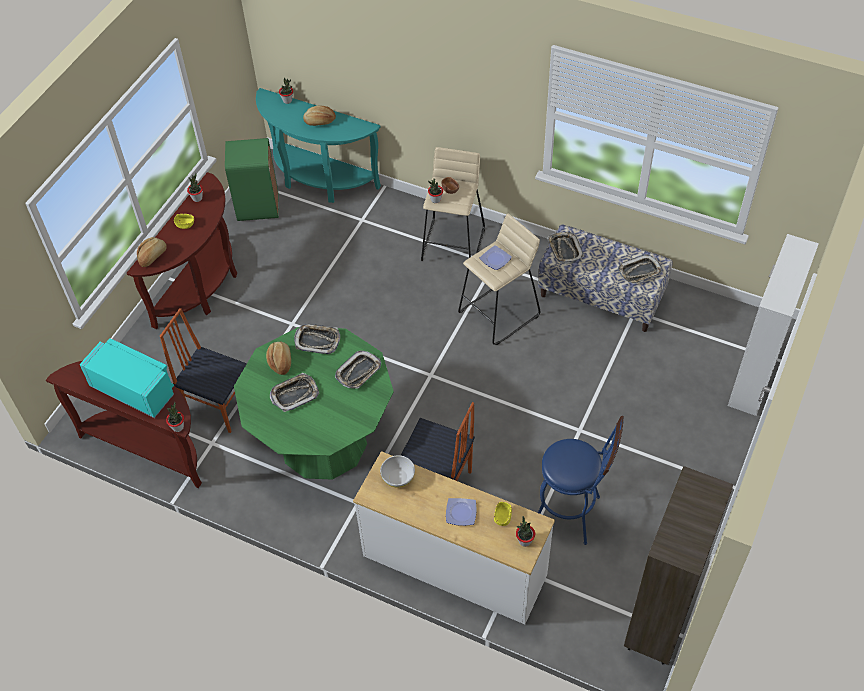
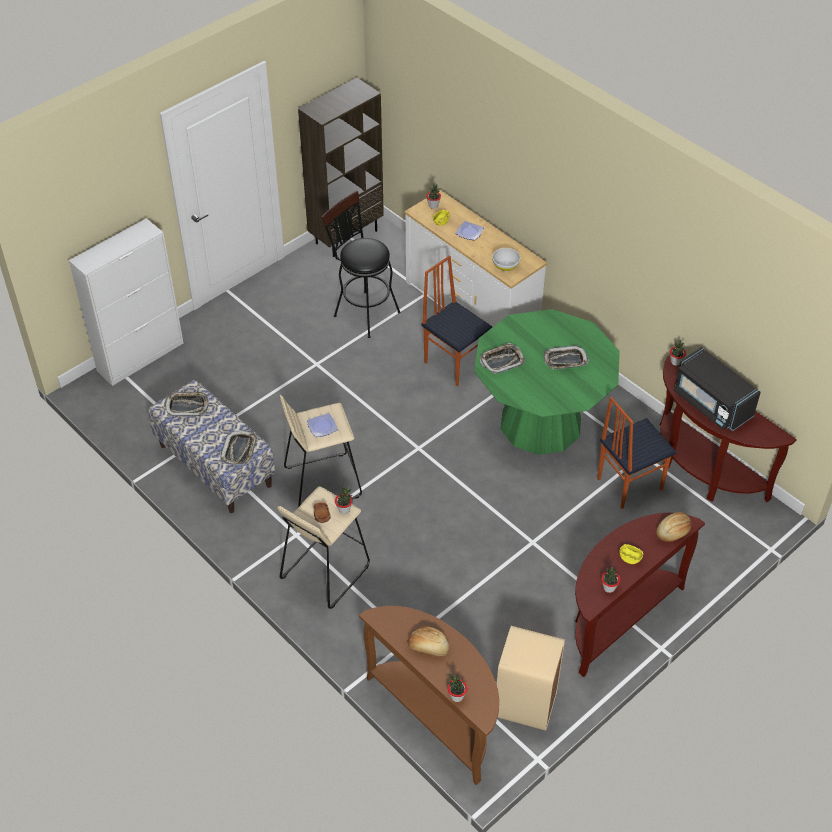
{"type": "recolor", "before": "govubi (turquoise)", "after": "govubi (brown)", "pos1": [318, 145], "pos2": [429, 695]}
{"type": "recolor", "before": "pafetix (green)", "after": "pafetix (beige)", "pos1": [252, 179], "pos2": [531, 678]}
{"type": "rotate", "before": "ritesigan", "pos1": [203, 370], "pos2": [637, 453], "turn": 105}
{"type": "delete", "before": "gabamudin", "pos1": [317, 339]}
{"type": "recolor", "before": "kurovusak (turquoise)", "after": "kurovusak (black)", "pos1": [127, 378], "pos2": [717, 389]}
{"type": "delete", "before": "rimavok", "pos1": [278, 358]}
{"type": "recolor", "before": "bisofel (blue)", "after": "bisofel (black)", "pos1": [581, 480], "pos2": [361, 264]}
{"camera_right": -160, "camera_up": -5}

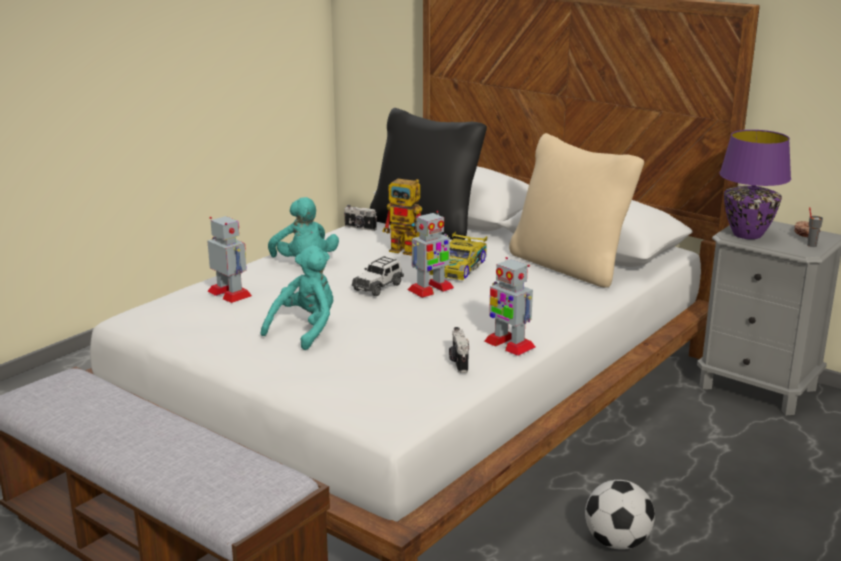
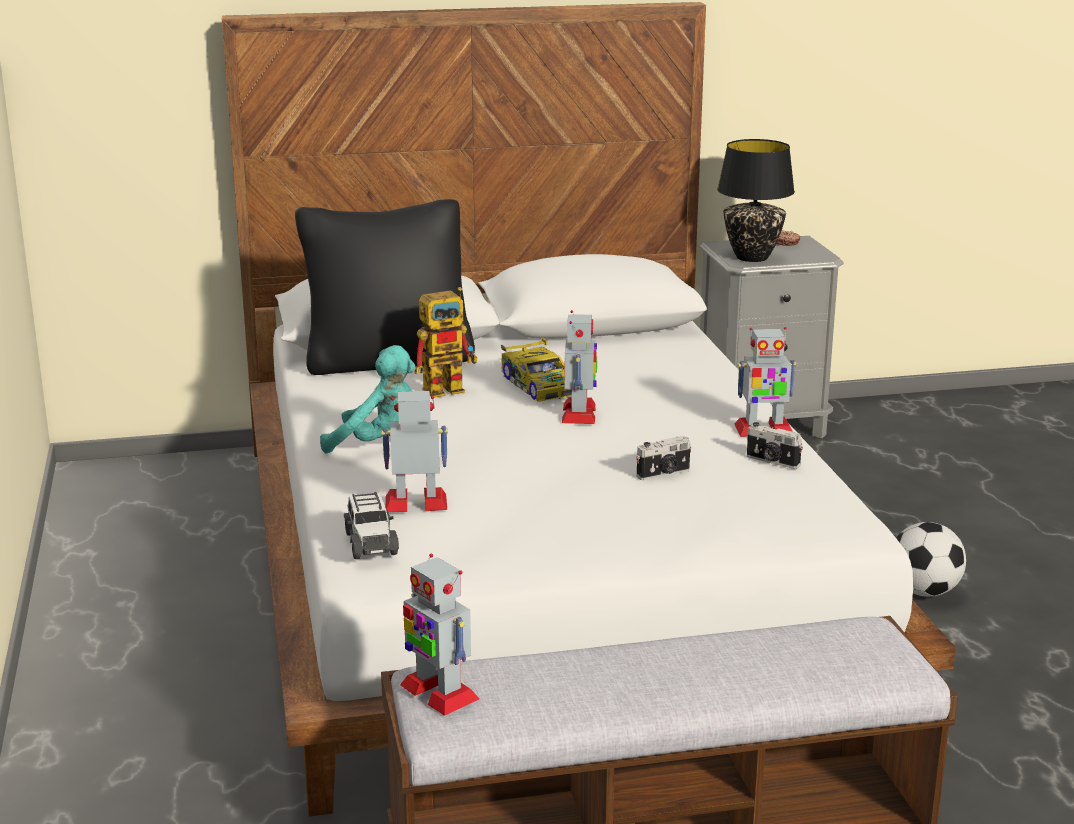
{"type": "recolor", "before": "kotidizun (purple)", "after": "kotidizun (black)", "pos1": [755, 184], "pos2": [756, 200]}
{"type": "delete", "before": "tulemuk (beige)", "pos1": [576, 210]}
{"type": "move", "before": "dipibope", "pos1": [360, 218], "pos2": [663, 458]}
{"type": "delete", "before": "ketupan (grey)", "pos1": [815, 227]}
{"type": "delete", "before": "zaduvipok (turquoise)", "pos1": [297, 297]}
{"type": "move", "before": "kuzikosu", "pos1": [378, 276], "pos2": [371, 525]}
{"type": "insert", "after": "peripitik", "pos2": [440, 635]}
{"camera_right": -50, "camera_up": 0}

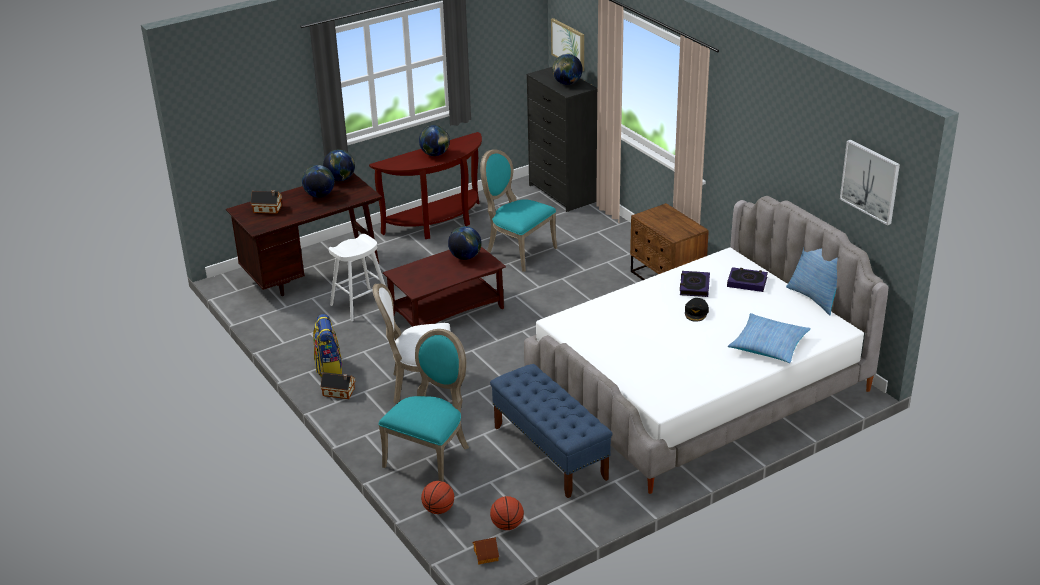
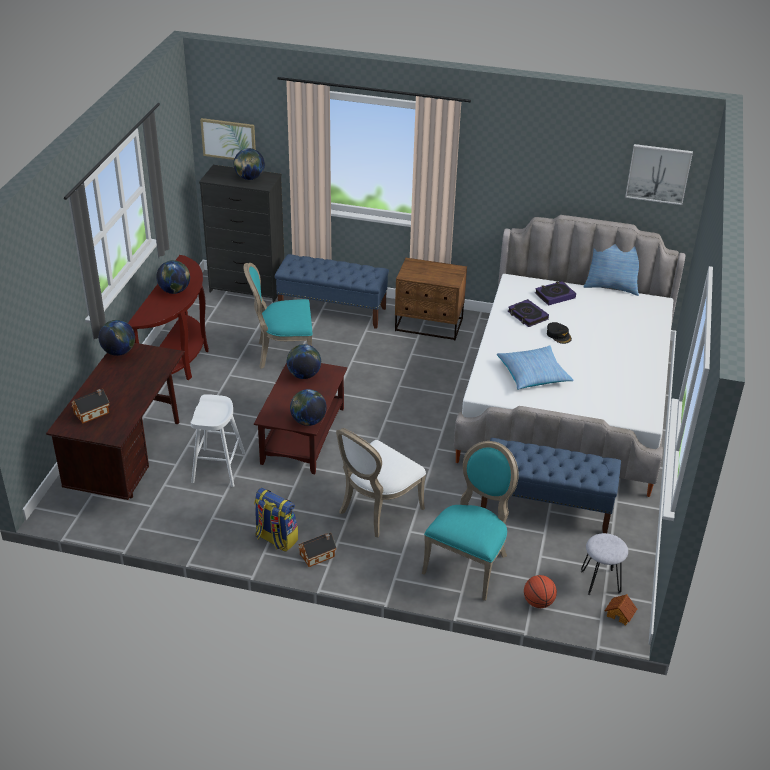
{"type": "move", "before": "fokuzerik", "pos1": [318, 181], "pos2": [308, 407]}
{"type": "move", "before": "tulemuk", "pos1": [769, 338], "pos2": [535, 368]}
{"type": "rotate", "before": "ritesigan (turquoise)", "pos1": [423, 405], "pos2": [470, 521], "turn": 45}
{"type": "replace", "before": "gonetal", "after": "bisofel (grey)", "pos1": [507, 513], "pos2": [604, 564]}
{"type": "insert", "after": "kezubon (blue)", "pos2": [332, 291]}
{"camera_right": -45, "camera_up": 5}

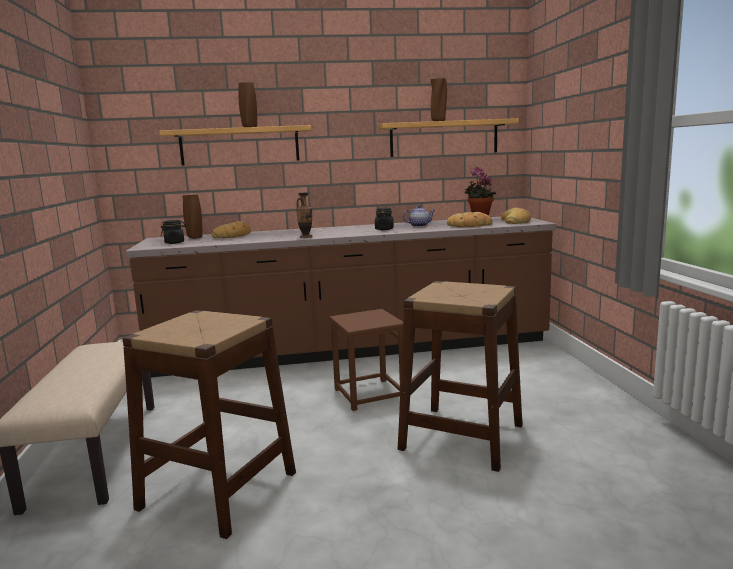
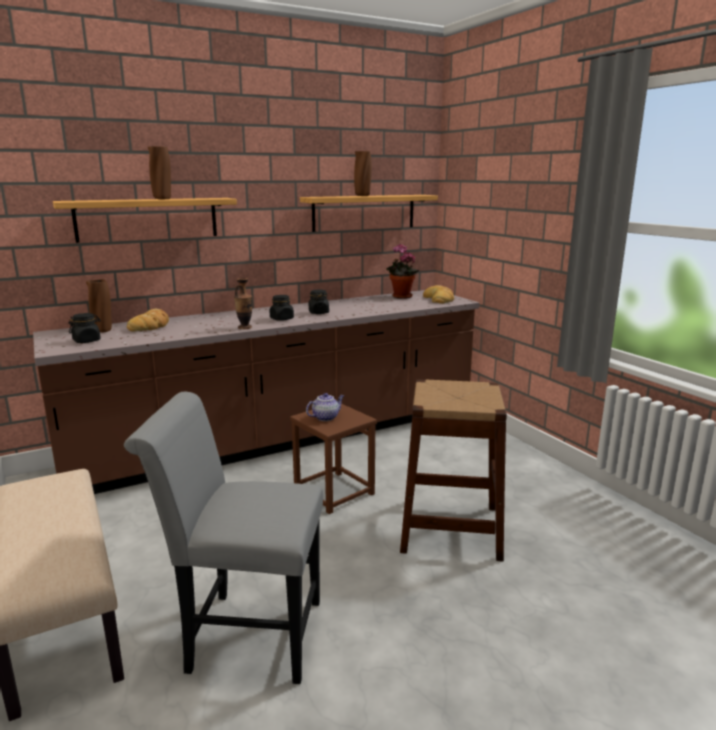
{"type": "move", "before": "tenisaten", "pos1": [419, 216], "pos2": [325, 407]}
{"type": "delete", "before": "rimavok", "pos1": [470, 219]}
{"type": "replace", "before": "bisofel (brown)", "after": "ritesigan (grey)", "pos1": [209, 424], "pos2": [223, 538]}
{"type": "insert", "after": "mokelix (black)", "pos2": [282, 308]}
{"camera_right": -20, "camera_up": 5}

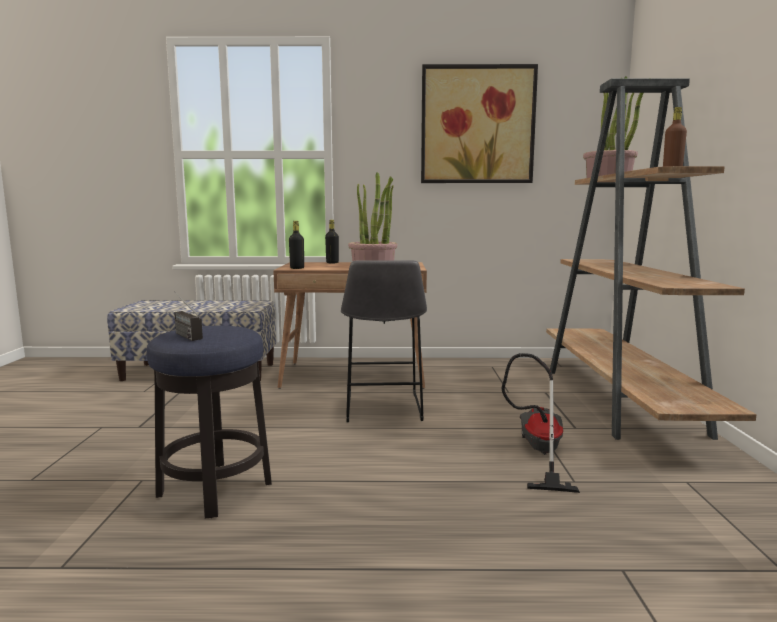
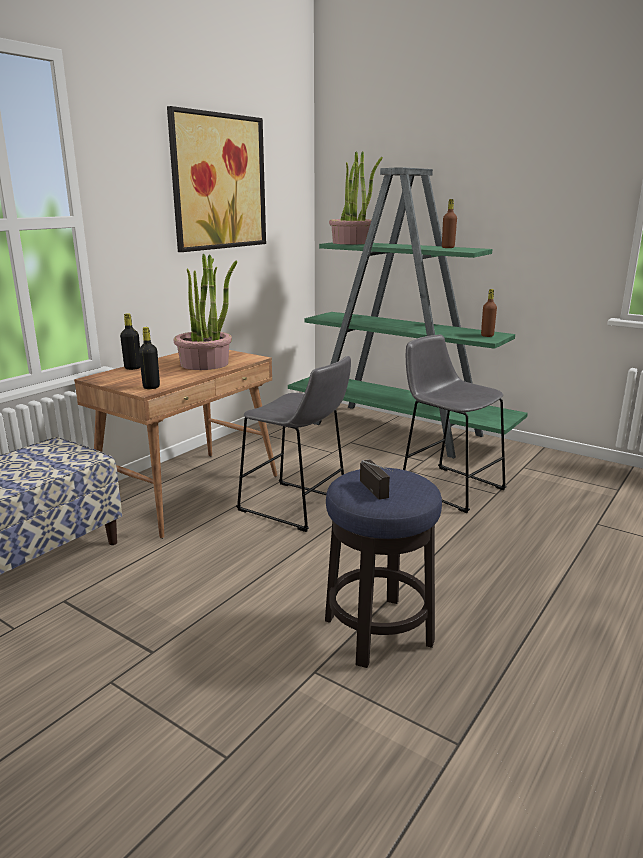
{"type": "recolor", "before": "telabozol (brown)", "after": "telabozol (green)", "pos1": [651, 259], "pos2": [408, 312]}
{"type": "rotate", "before": "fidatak", "pos1": [188, 318], "pos2": [376, 479], "turn": -105}
{"type": "replace", "before": "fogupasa", "after": "bisofel (grey)", "pos1": [541, 423], "pos2": [454, 424]}
{"type": "insert", "after": "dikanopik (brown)", "pos2": [489, 313]}
{"camera_right": -55, "camera_up": 10}

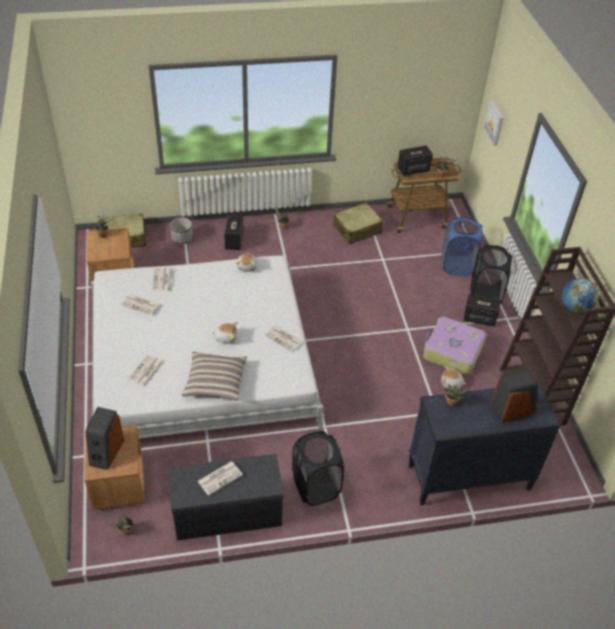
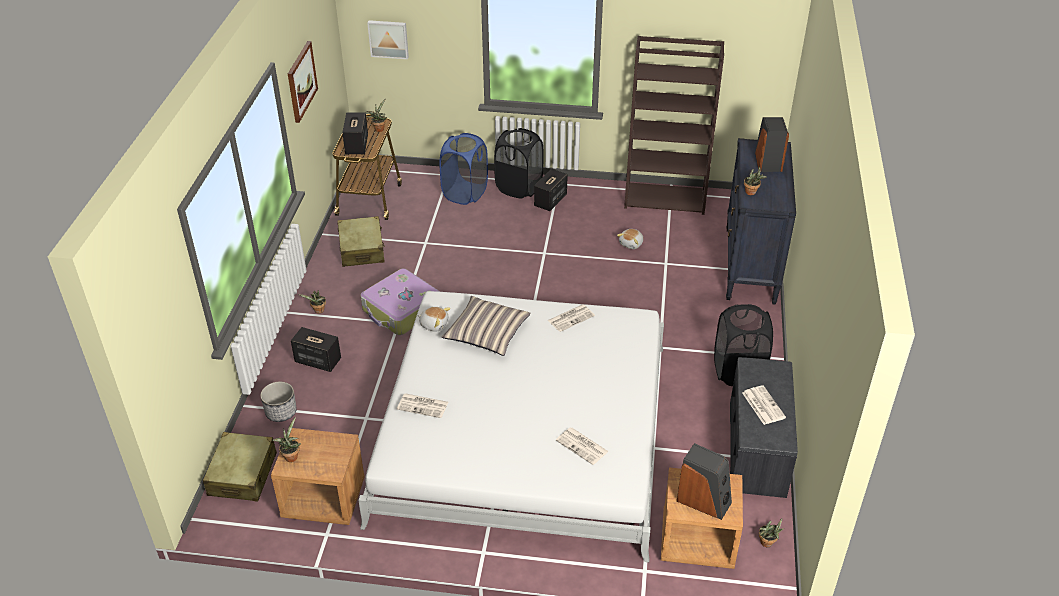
{"type": "delete", "before": "fokuzerik", "pos1": [580, 295]}
{"type": "delete", "before": "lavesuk", "pos1": [140, 304]}
{"type": "move", "before": "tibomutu", "pos1": [454, 346], "pos2": [400, 301]}
{"type": "delete", "before": "zaduvipok", "pos1": [224, 333]}
{"type": "move", "before": "tulemuk", "pos1": [214, 376], "pos2": [486, 326]}
{"type": "insert", "after": "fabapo", "pos2": [303, 82]}
{"camera_right": -70, "camera_up": -5}

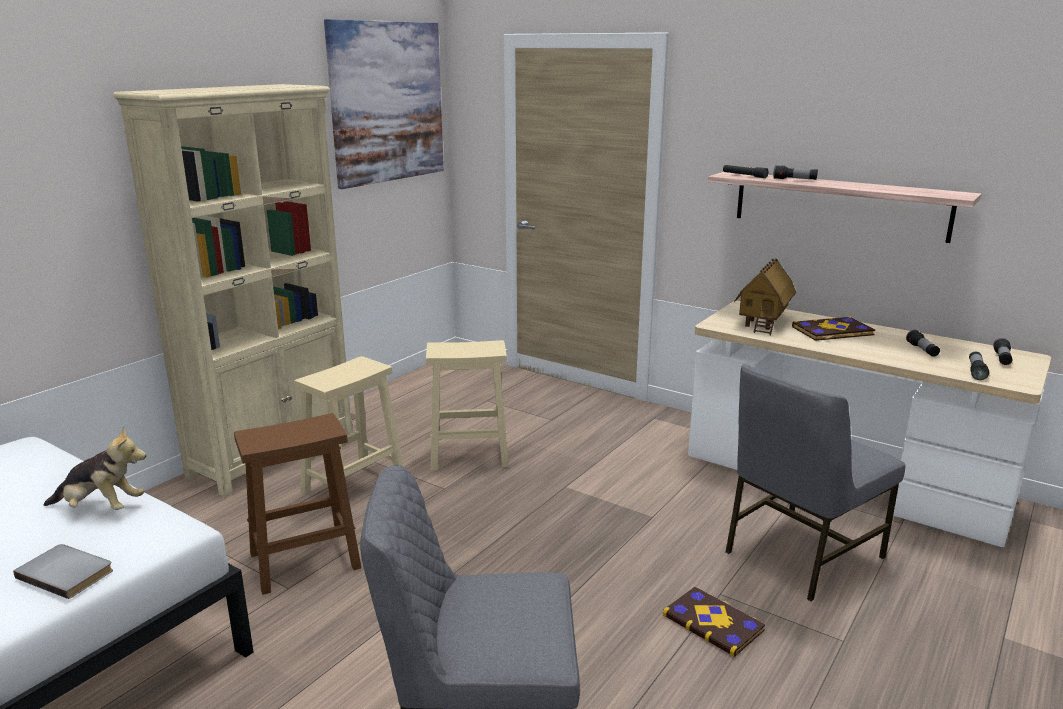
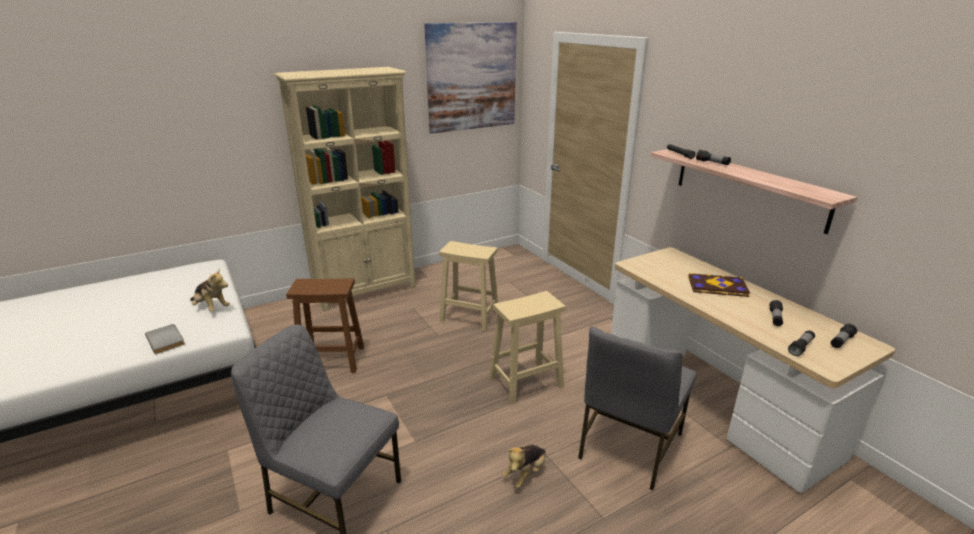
{"type": "delete", "before": "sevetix", "pos1": [765, 296]}
{"type": "move", "before": "bisofel (beige)", "pos1": [348, 424], "pos2": [527, 347]}
{"type": "rotate", "before": "ritesigan (grey)", "pos1": [815, 482], "pos2": [637, 408], "turn": -45}
{"type": "replace", "before": "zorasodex", "after": "zaduvipok", "pos1": [714, 621], "pos2": [524, 467]}
{"camera_right": 25, "camera_up": 5}

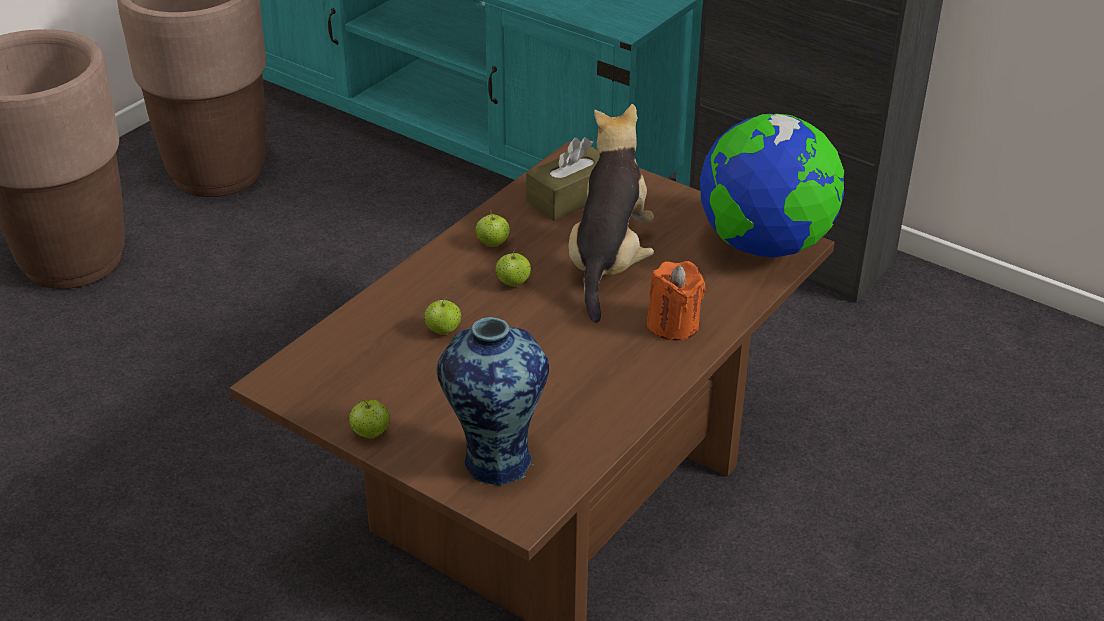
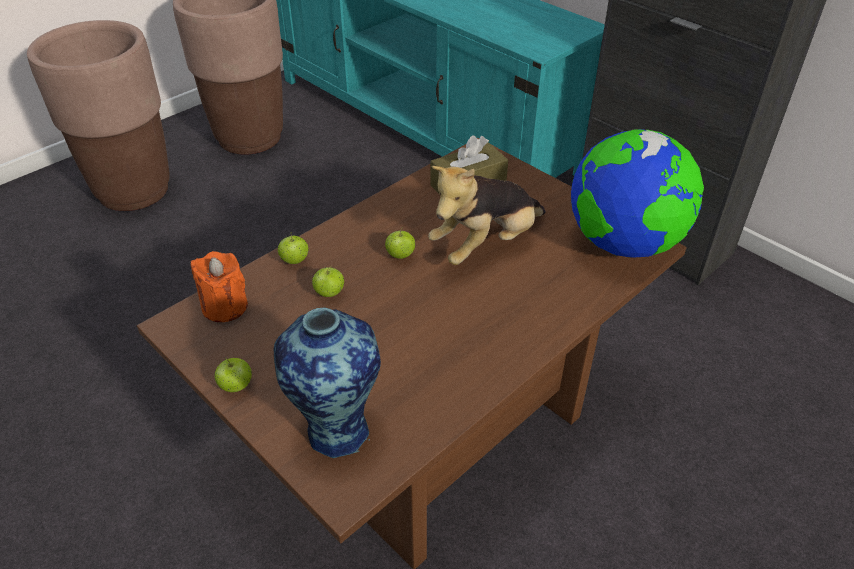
{"type": "rotate", "before": "zaduvipok", "pos1": [611, 213], "pos2": [486, 215], "turn": -150}
{"type": "move", "before": "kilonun", "pos1": [493, 228], "pos2": [293, 249]}
{"type": "move", "before": "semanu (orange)", "pos1": [676, 301], "pos2": [219, 286]}
{"camera_right": 10, "camera_up": 5}

